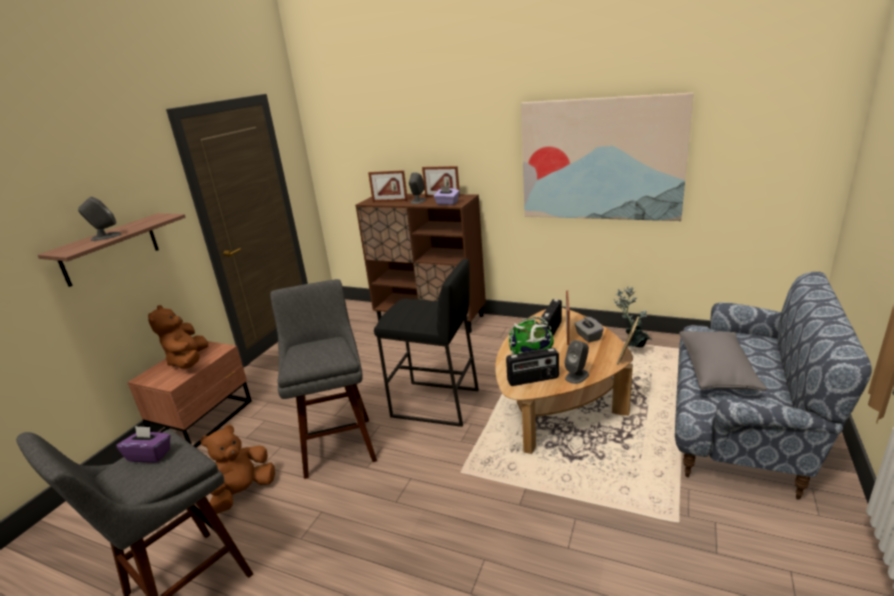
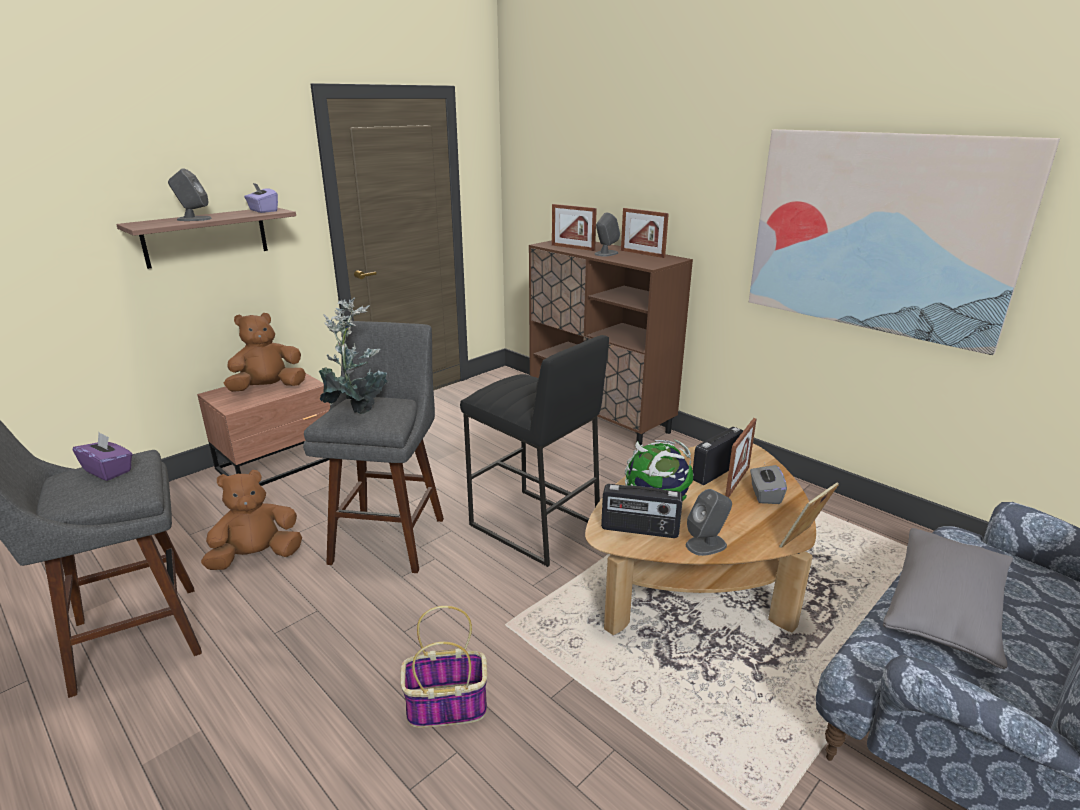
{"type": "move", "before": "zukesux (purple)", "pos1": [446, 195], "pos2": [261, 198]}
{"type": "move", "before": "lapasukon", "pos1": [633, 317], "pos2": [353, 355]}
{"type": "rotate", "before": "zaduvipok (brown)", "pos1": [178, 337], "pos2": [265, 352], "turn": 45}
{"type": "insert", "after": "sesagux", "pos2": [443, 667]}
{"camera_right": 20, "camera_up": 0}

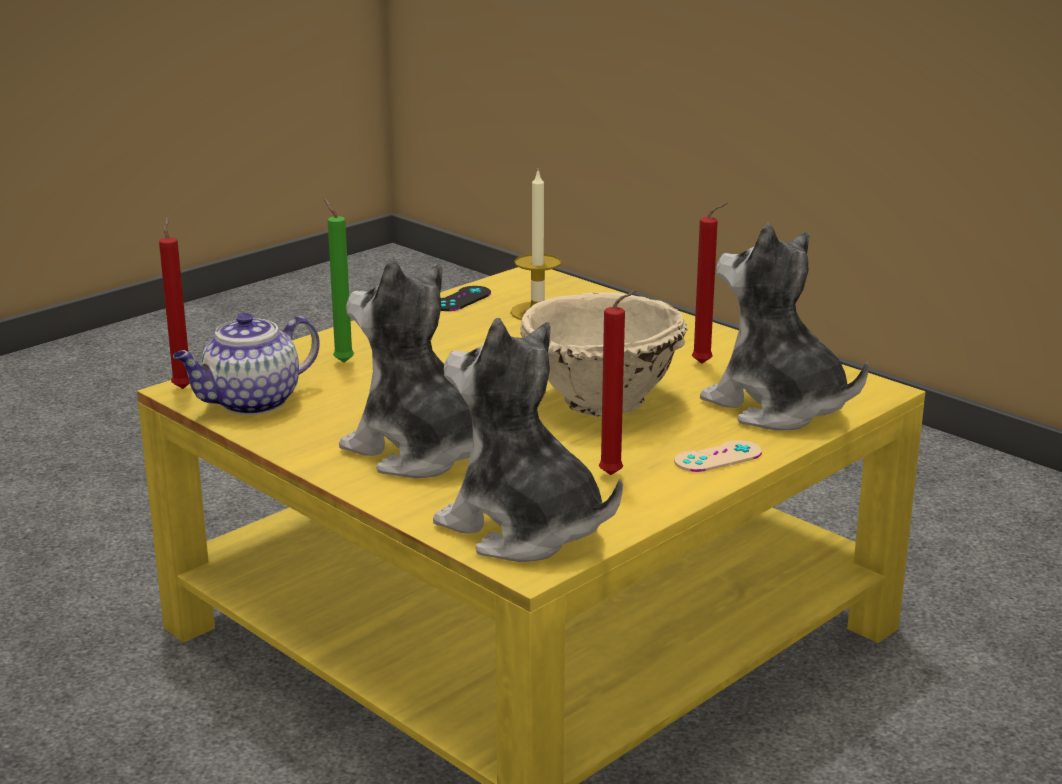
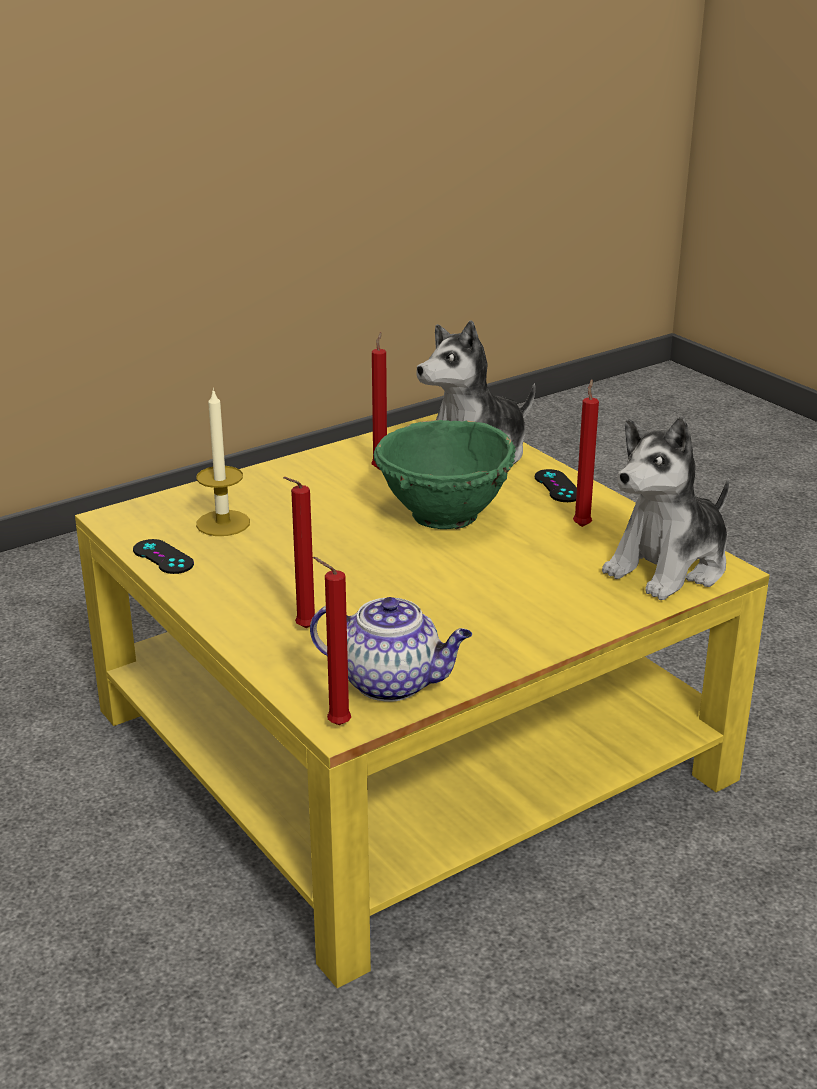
{"type": "recolor", "before": "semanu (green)", "after": "semanu (red)", "pos1": [339, 280], "pos2": [299, 552]}
{"type": "delete", "before": "zaduvipok", "pos1": [406, 368]}
{"type": "recolor", "before": "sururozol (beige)", "after": "sururozol (green)", "pos1": [604, 354], "pos2": [445, 474]}
{"type": "rotate", "before": "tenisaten", "pos1": [246, 364], "pos2": [391, 649], "turn": -45}
{"type": "recolor", "before": "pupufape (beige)", "after": "pupufape (black)", "pos1": [718, 456], "pos2": [556, 485]}
{"camera_right": -80, "camera_up": 5}

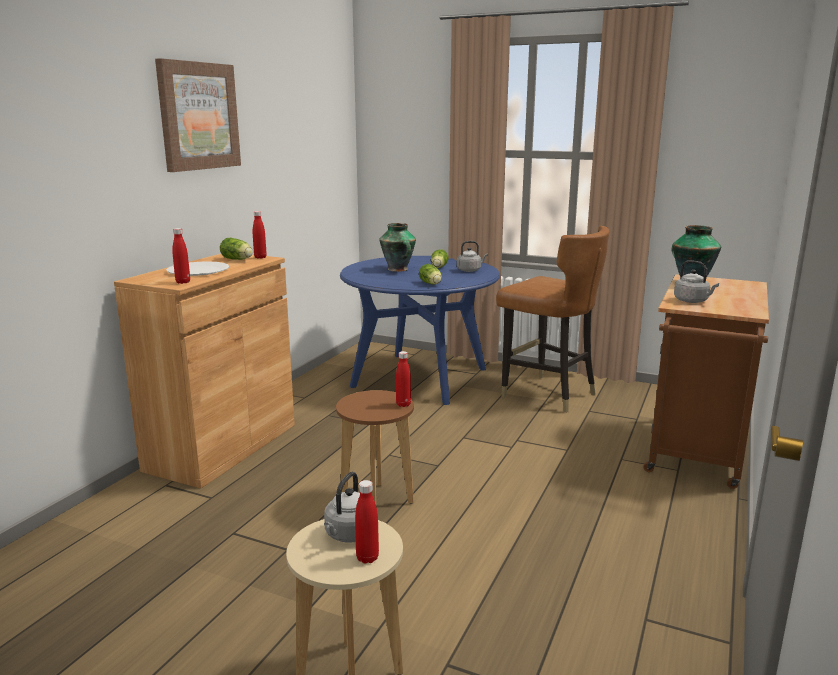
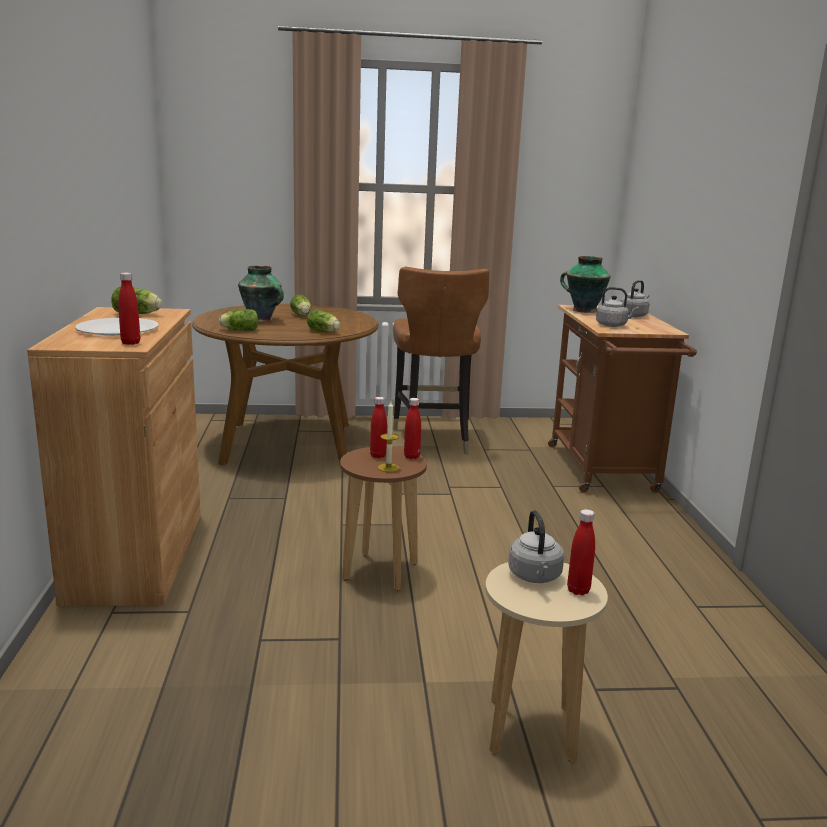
{"type": "delete", "before": "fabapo", "pos1": [198, 115]}
{"type": "move", "before": "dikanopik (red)", "pos1": [260, 234], "pos2": [378, 427]}
{"type": "rotate", "before": "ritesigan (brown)", "pos1": [552, 319], "pos2": [441, 360], "turn": 75}
{"type": "move", "before": "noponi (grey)", "pos1": [472, 256], "pos2": [635, 298]}
{"type": "recolor", "before": "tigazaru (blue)", "after": "tigazaru (brown)", "pos1": [420, 330], "pos2": [285, 385]}
{"type": "insert", "after": "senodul", "pos2": [238, 320]}
{"type": "insert", "after": "semanu", "pos2": [389, 436]}
{"camera_right": -30, "camera_up": 0}

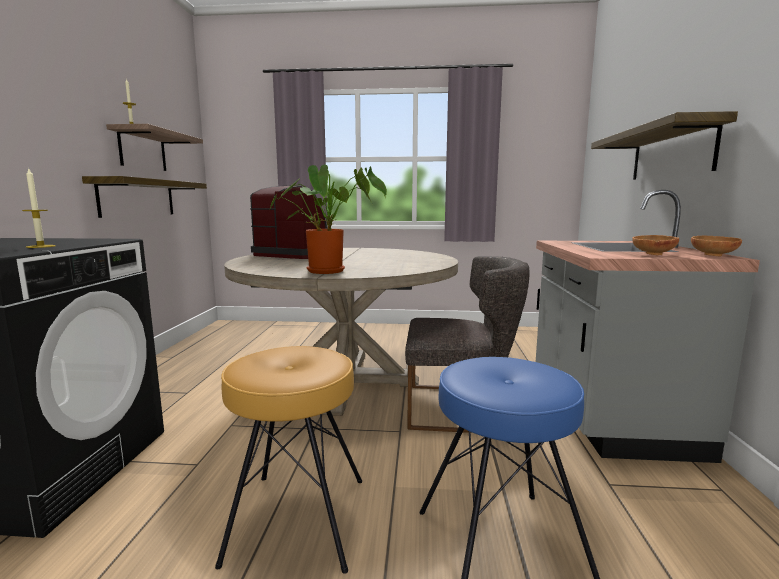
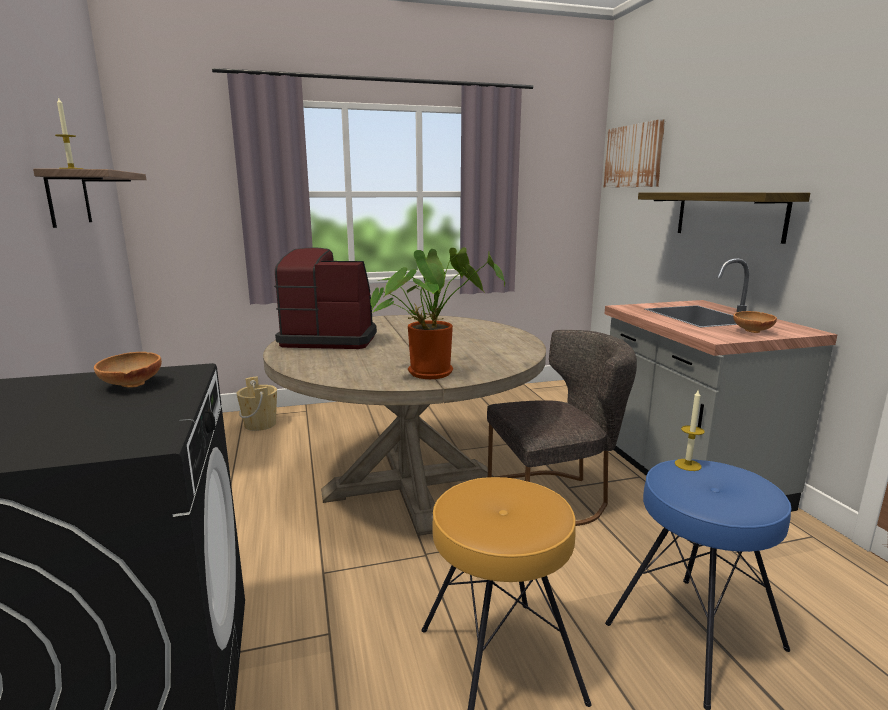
{"type": "move", "before": "semanu", "pos1": [39, 207], "pos2": [689, 430]}
{"type": "delete", "before": "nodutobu", "pos1": [144, 197]}
{"type": "move", "before": "sururozol (brown)", "pos1": [716, 246], "pos2": [128, 369]}
{"type": "insert", "after": "fabapo", "pos2": [634, 153]}
{"type": "insert", "after": "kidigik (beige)", "pos2": [256, 403]}
{"camera_right": -20, "camera_up": 5}

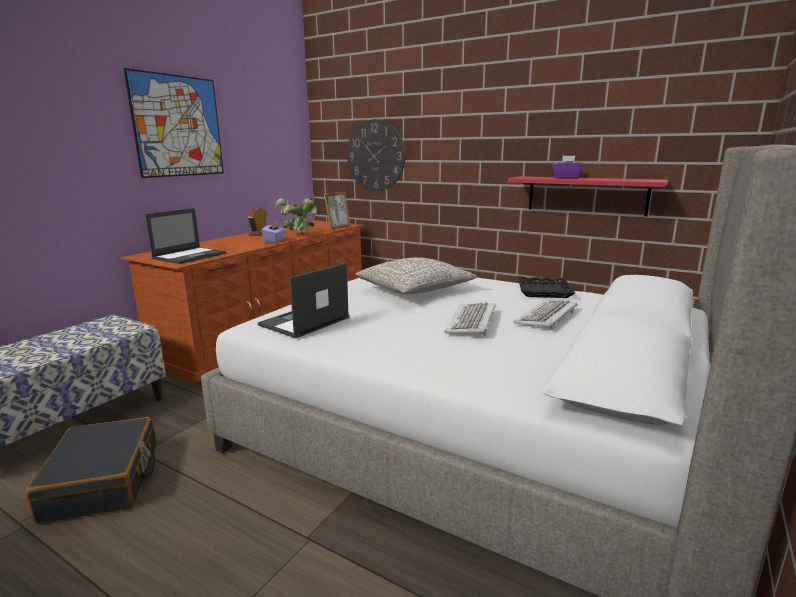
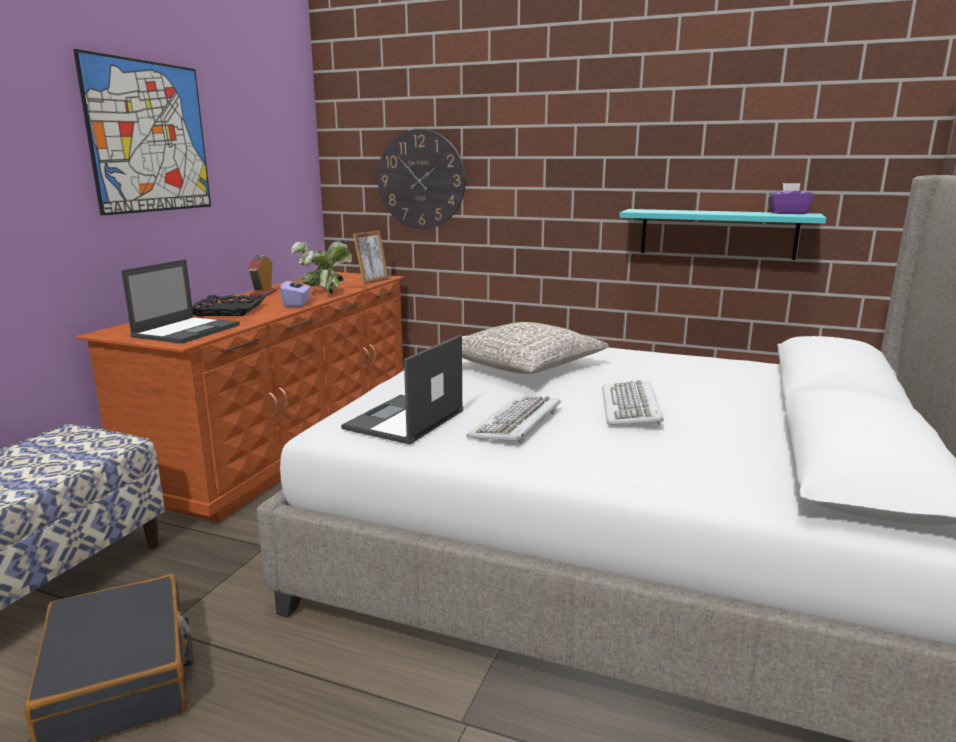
{"type": "move", "before": "zukesux (purple)", "pos1": [567, 167], "pos2": [791, 198]}
{"type": "recolor", "before": "nodutobu (red)", "after": "nodutobu (turquoise)", "pos1": [588, 196], "pos2": [722, 234]}
{"type": "move", "before": "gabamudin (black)", "pos1": [546, 287], "pos2": [229, 305]}
{"type": "move", "before": "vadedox", "pos1": [545, 315], "pos2": [513, 420]}
{"camera_right": -10, "camera_up": 0}

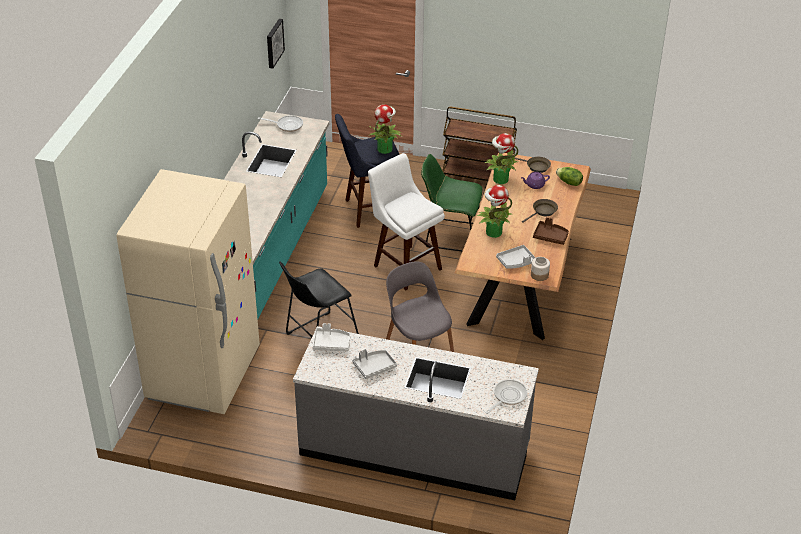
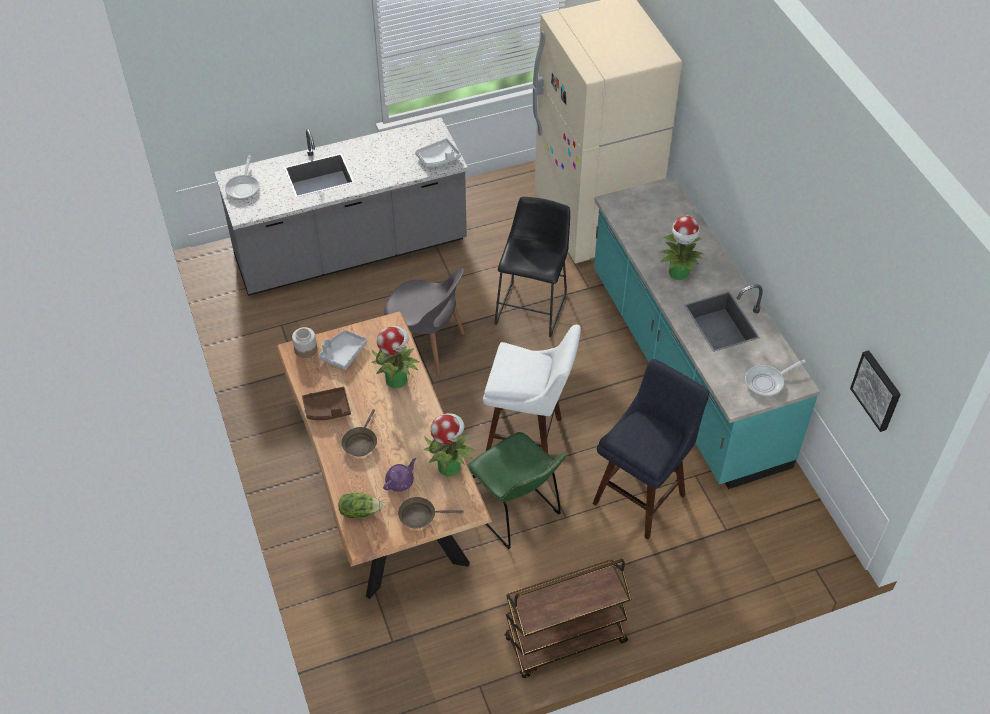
{"type": "move", "before": "lapasukon", "pos1": [385, 129], "pos2": [681, 247]}
{"type": "rotate", "before": "ritesigan (green)", "pos1": [452, 202], "pos2": [517, 490], "turn": 75}
{"type": "delete", "before": "gabamudin (grey)", "pos1": [374, 364]}
{"camera_right": 145, "camera_up": 10}

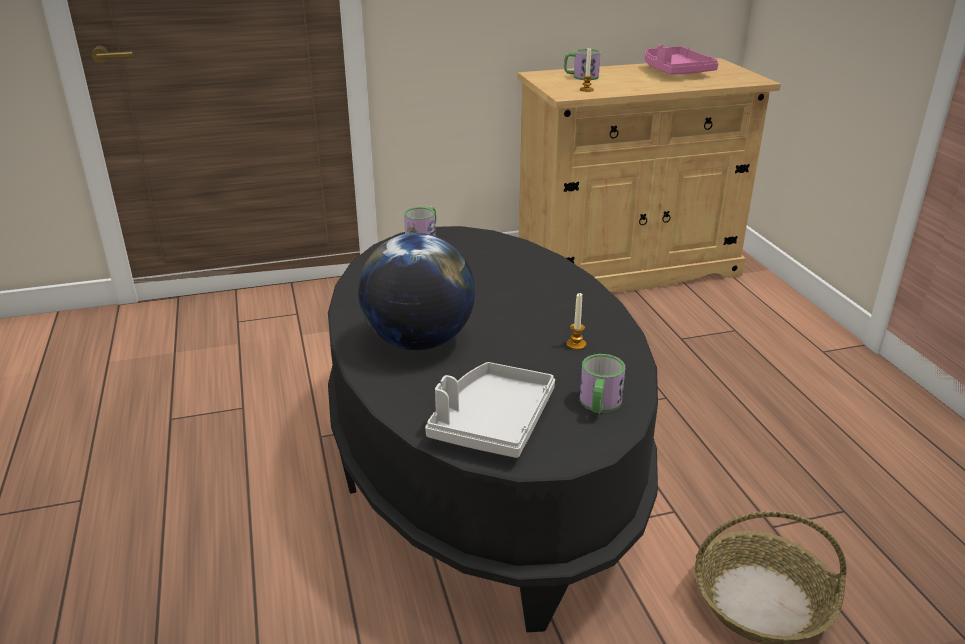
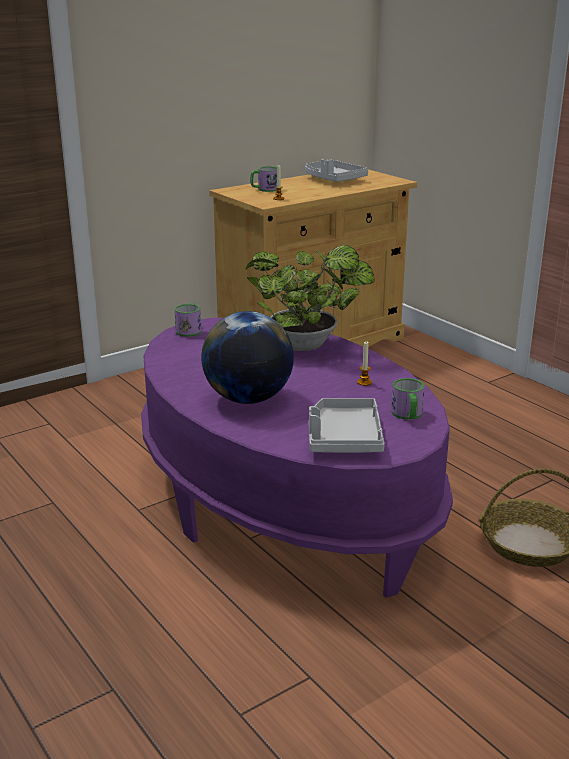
{"type": "recolor", "before": "gabamudin (pink)", "after": "gabamudin (grey)", "pos1": [682, 60], "pos2": [336, 170]}
{"type": "recolor", "before": "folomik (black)", "after": "folomik (purple)", "pos1": [493, 429], "pos2": [297, 458]}
{"type": "insert", "after": "lapasukon", "pos2": [310, 298]}
{"camera_right": -20, "camera_up": -5}

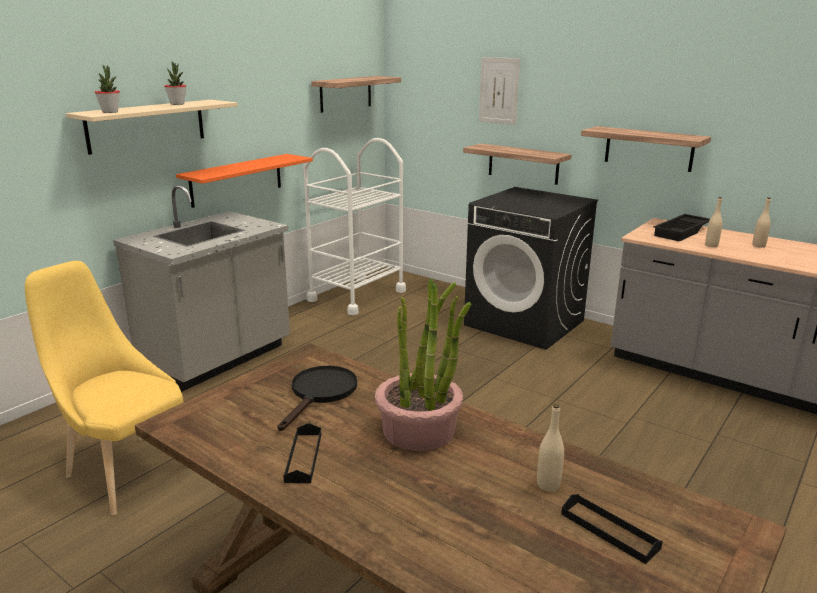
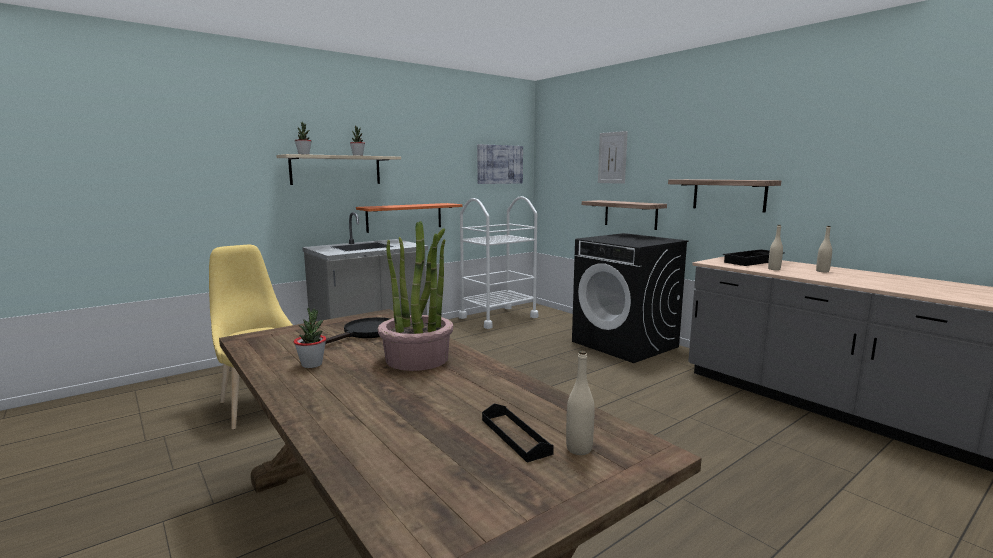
{"type": "replace", "before": "nodutobu", "after": "fabapo", "pos1": [356, 94], "pos2": [500, 164]}
{"type": "move", "before": "dikanopik (beige)", "pos1": [550, 448], "pos2": [580, 403]}
{"type": "replace", "before": "gabamudin (black)", "after": "lapasukon", "pos1": [302, 453], "pos2": [310, 338]}
{"camera_right": 15, "camera_up": -10}

